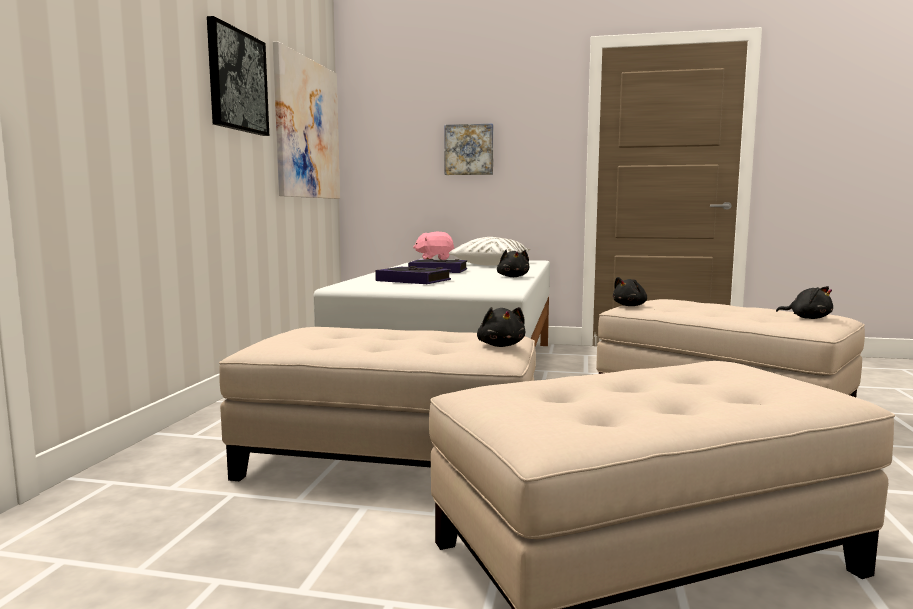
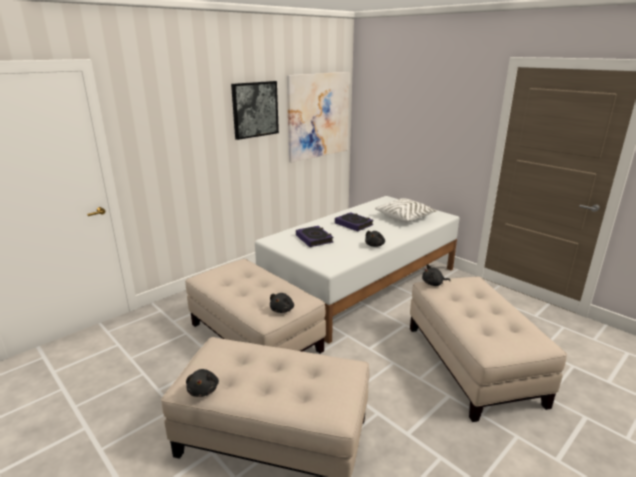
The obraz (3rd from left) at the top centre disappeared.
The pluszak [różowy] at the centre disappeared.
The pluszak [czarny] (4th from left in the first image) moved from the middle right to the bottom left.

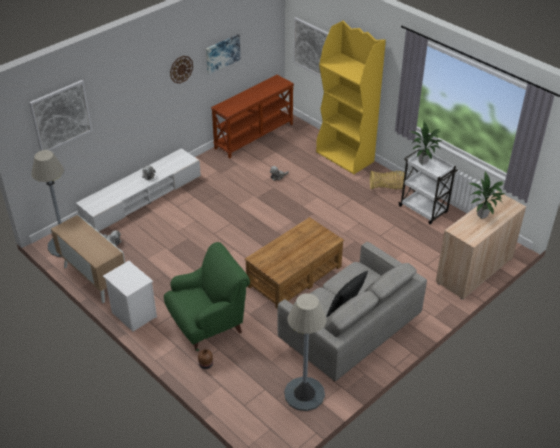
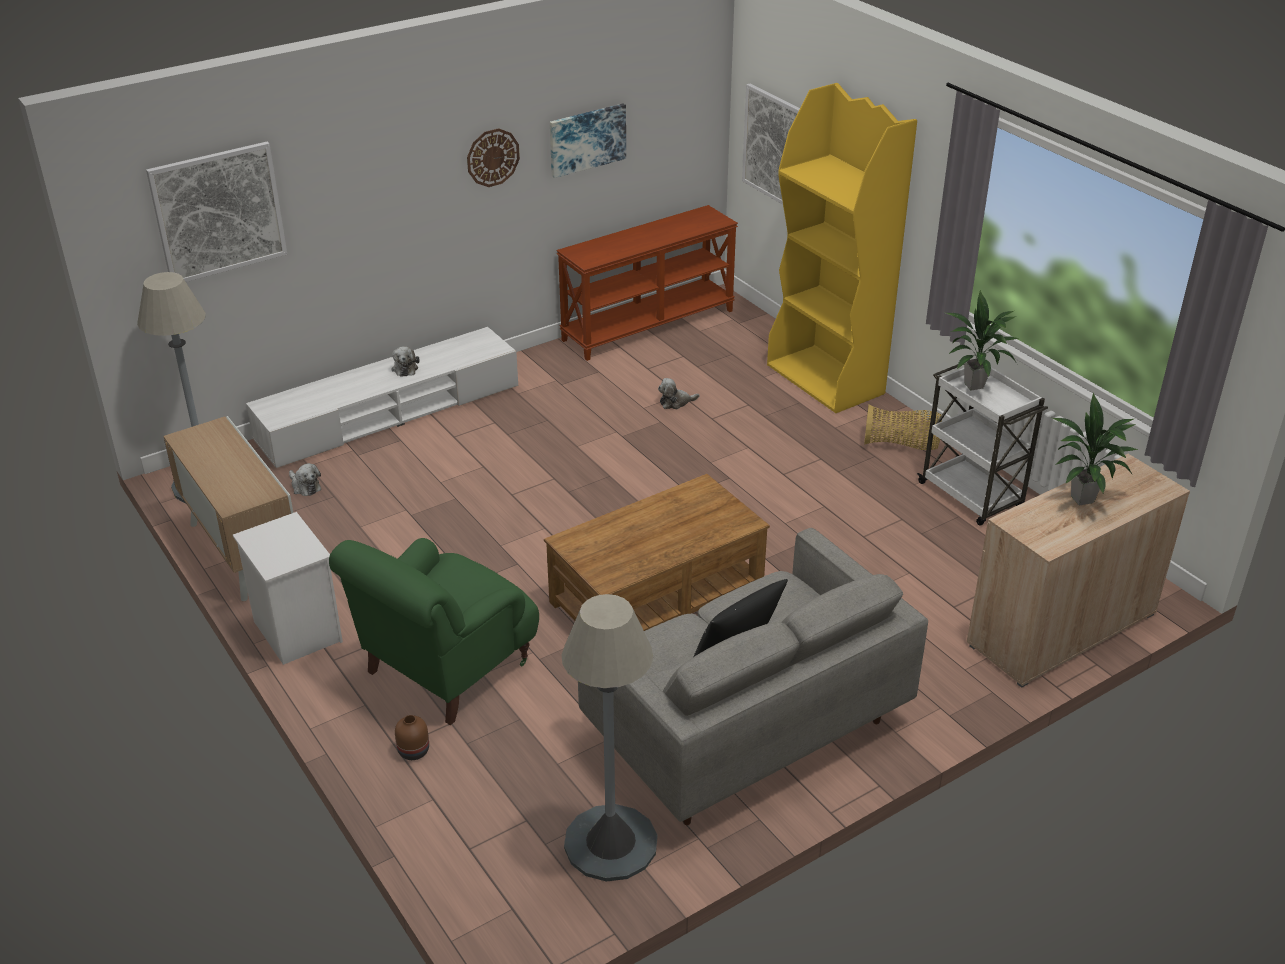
The fotel [zielony] at the centre turned 150 degrees clockwise.

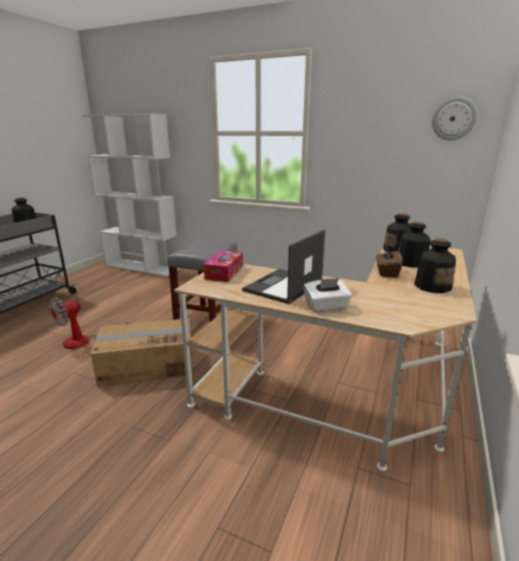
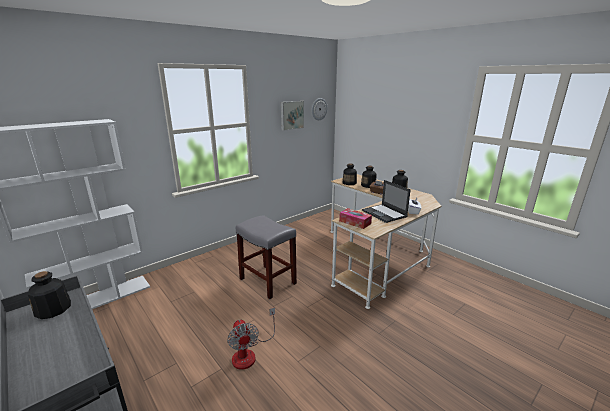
The karton at the middle left disappeared.
The obraz at the top centre appeared.

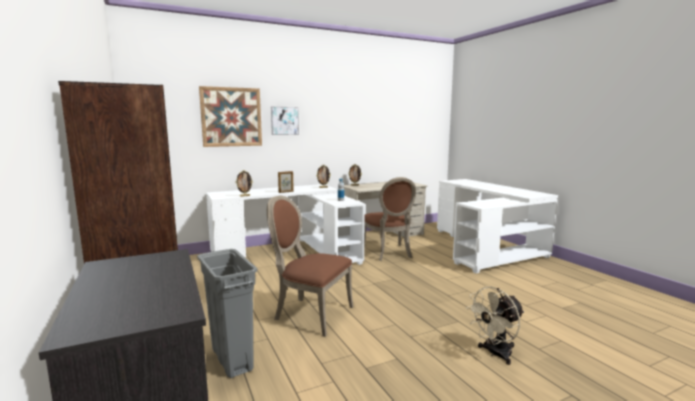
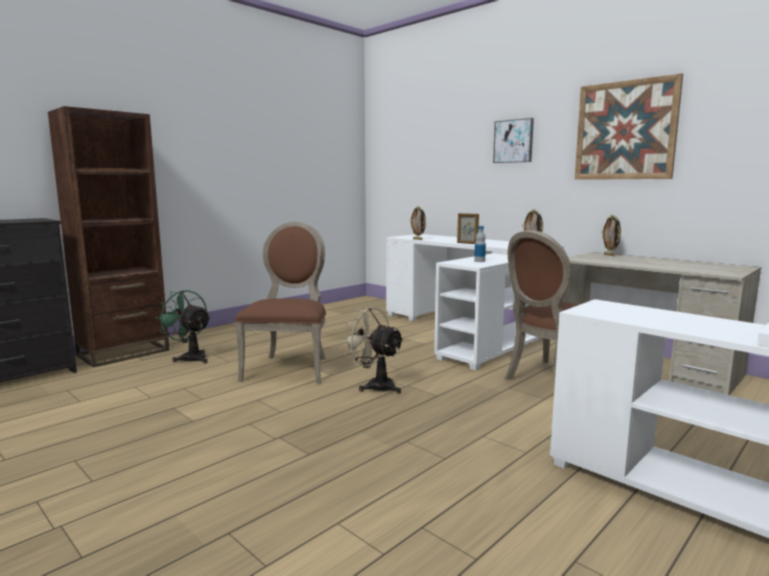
The obraz (1st from left in the first image) moved from the top left to the top right.
The kosz na śmieci [szary] at the bottom left was replaced by the wentylator [zielony] at the middle left.
The wentylator [beżowy] moved from the bottom right to the centre.

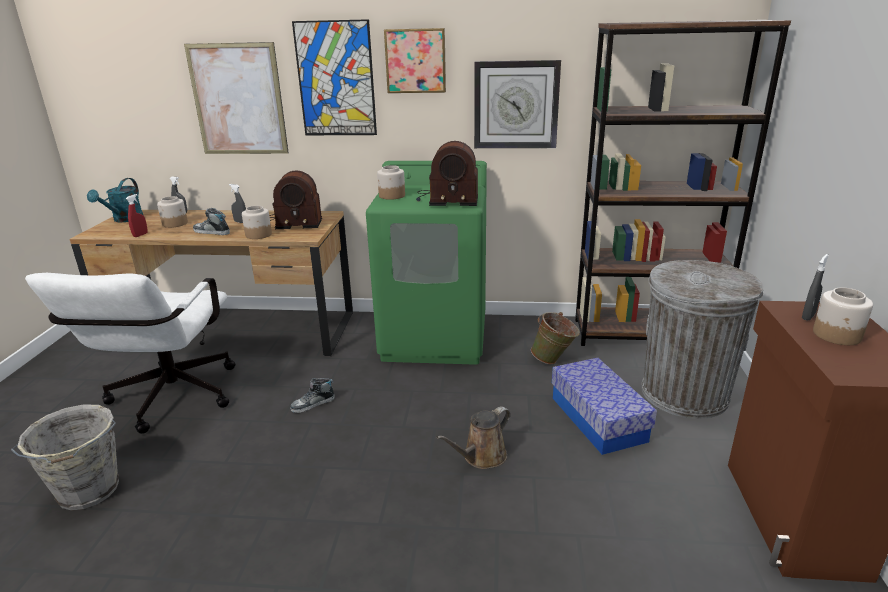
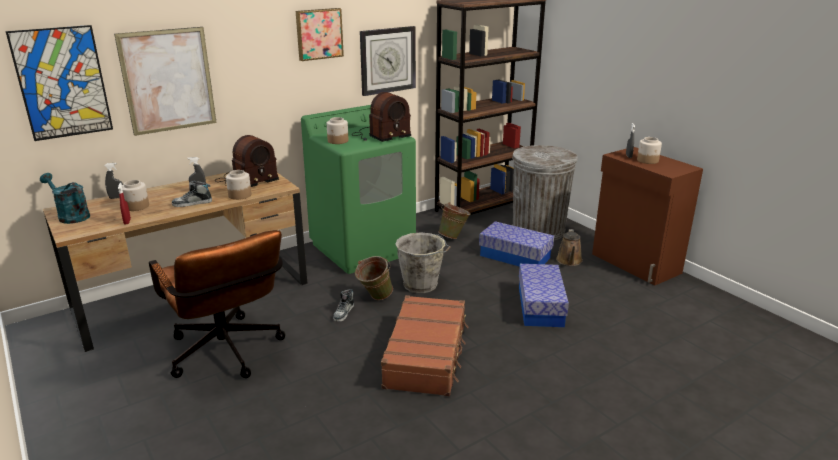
The obraz (2nd from left in the first image) moved from the top centre to the top left.
The konewka [turkusowy] at the middle left turned 150 degrees clockwise.
The krzesło biurowe [biały] at the middle left became the krzesło biurowe [brązowy] at the middle left.
The wiadro [szary] moved from the bottom left to the centre.
The konewka [brązowy] moved from the bottom centre to the middle right.
The wiadro [zielony] (1st from left) at the centre appeared.
The pojemnik do przechowywania (2nd from left) at the centre appeared.
The walizka [brązowy] at the bottom centre appeared.

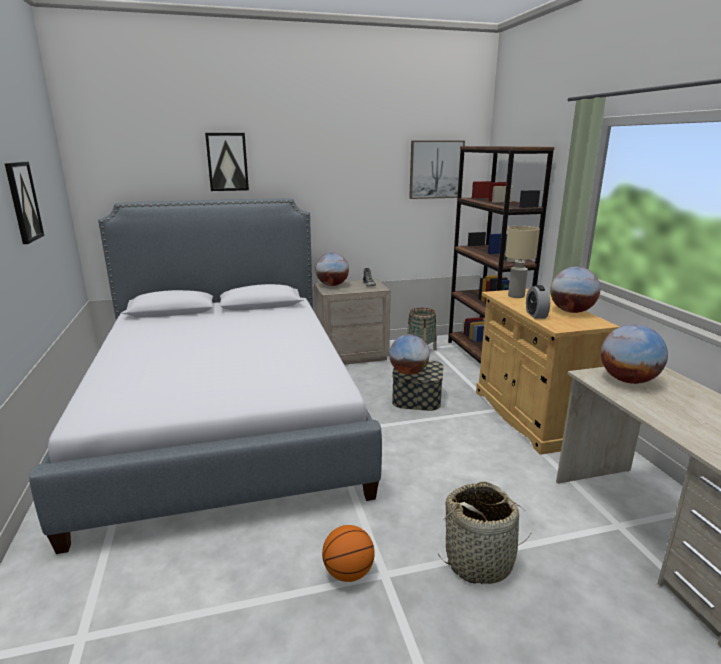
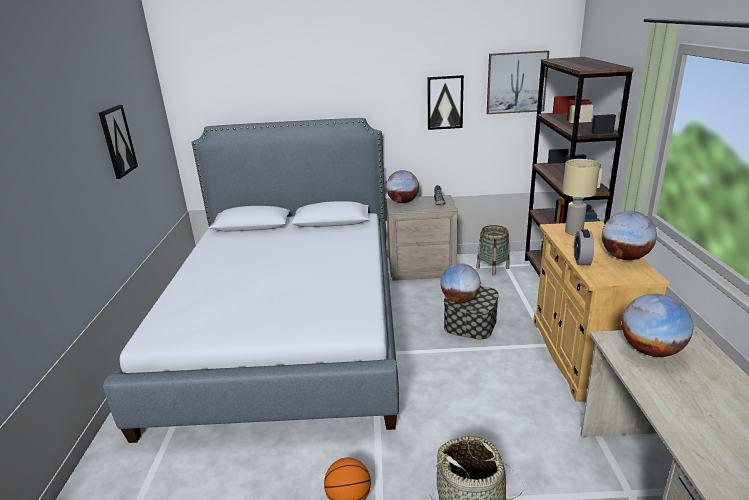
The obraz (2nd from left) moved from the top left to the top centre.

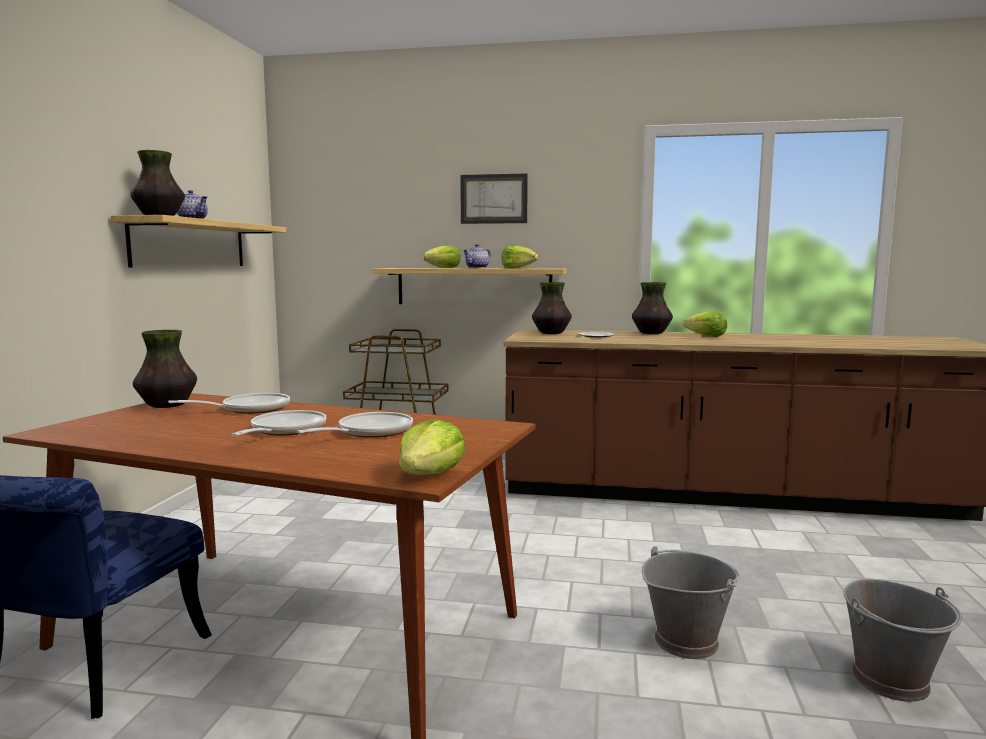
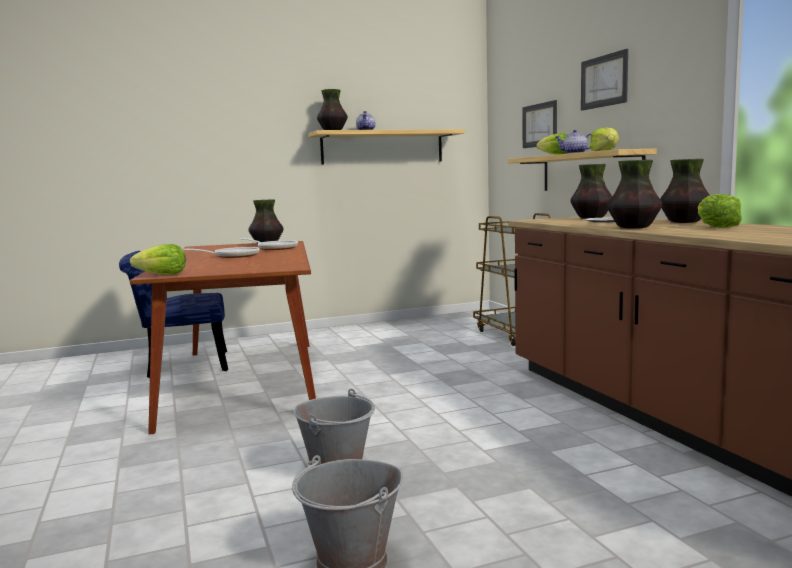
The patelnia (3rd from left) at the centre disappeared.
The obraz (1st from left) at the top right appeared.
The wazon (4th from left) at the middle right appeared.

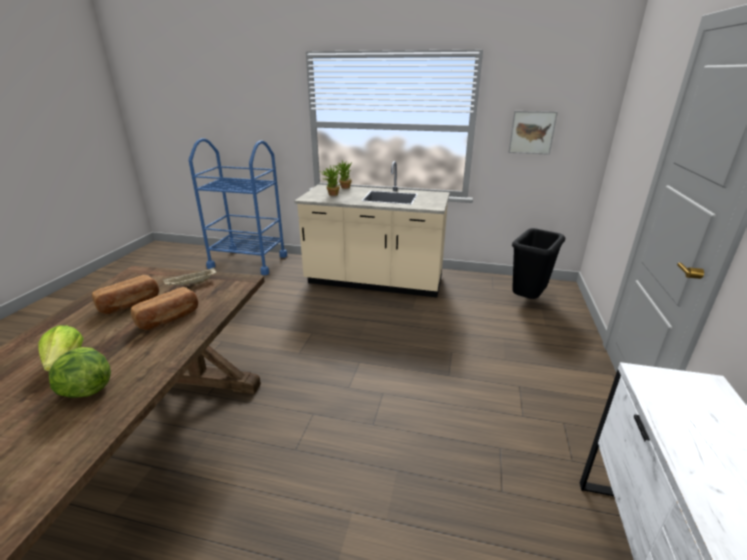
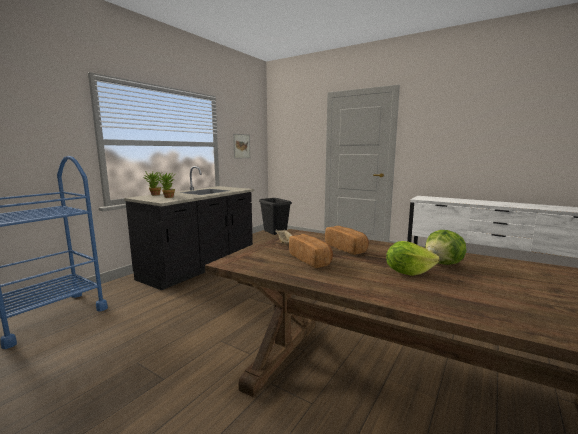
The zabudowa kuchenna [beżowy] at the centre became the zabudowa kuchenna [czarny] at the middle left.

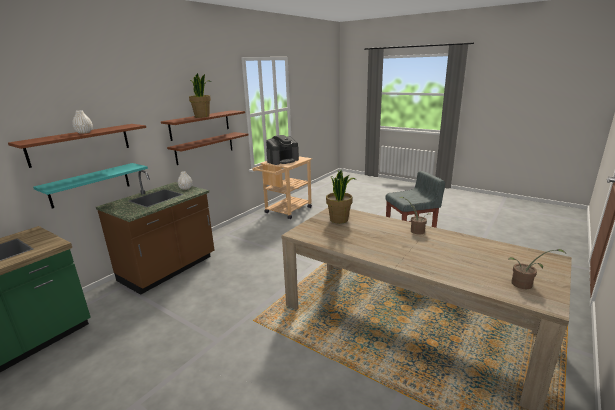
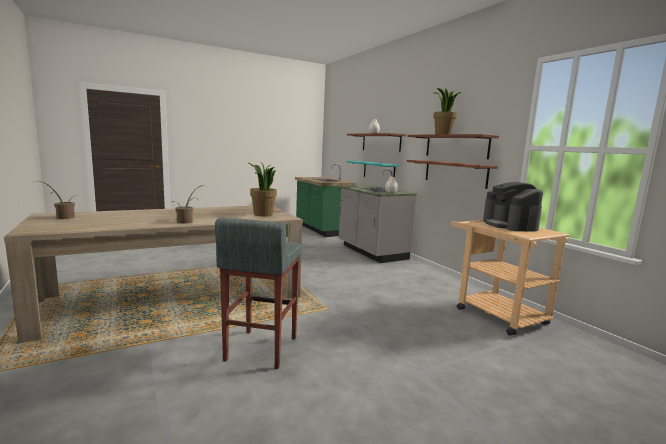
The zabudowa kuchenna [brązowy] at the middle left became the zabudowa kuchenna [szary] at the centre.

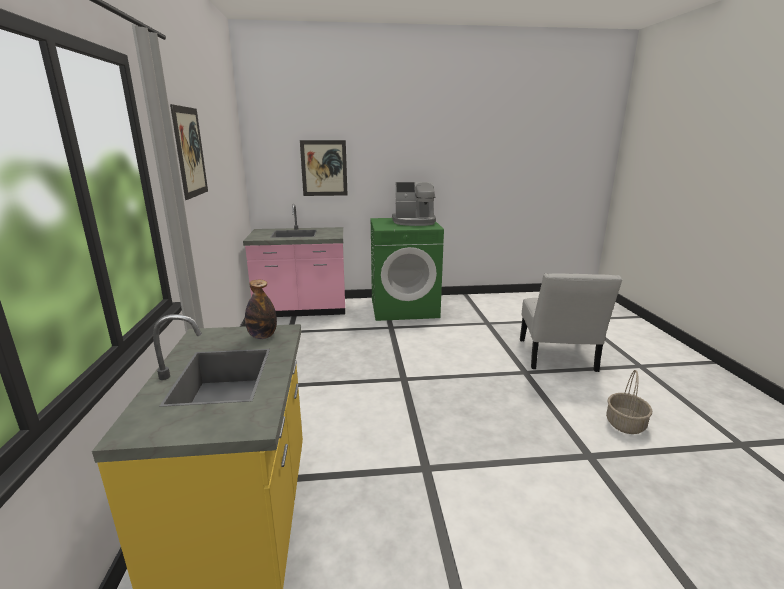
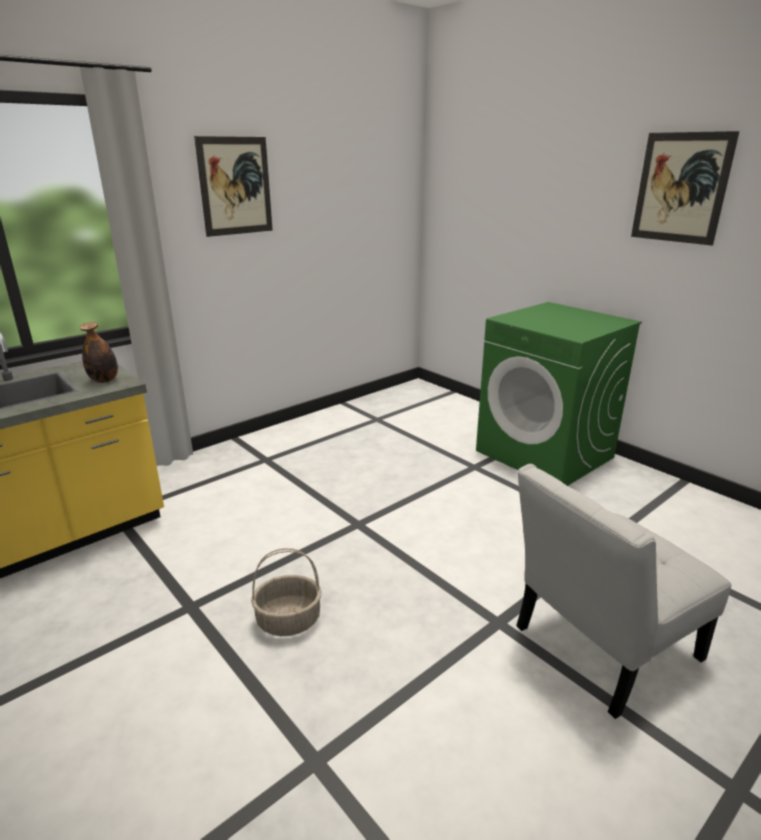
The obraz (2nd from left) moved from the top centre to the top right.
The ekspres do kawy at the centre disappeared.
The zabudowa kuchenna [różowy] at the centre disappeared.
The koszyk moved from the bottom right to the bottom centre.

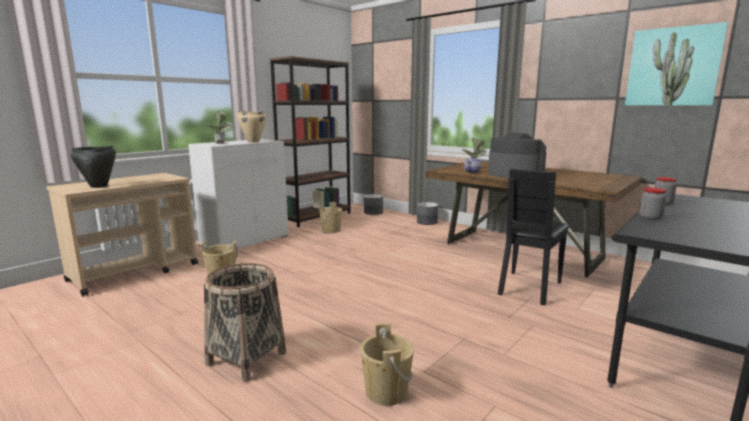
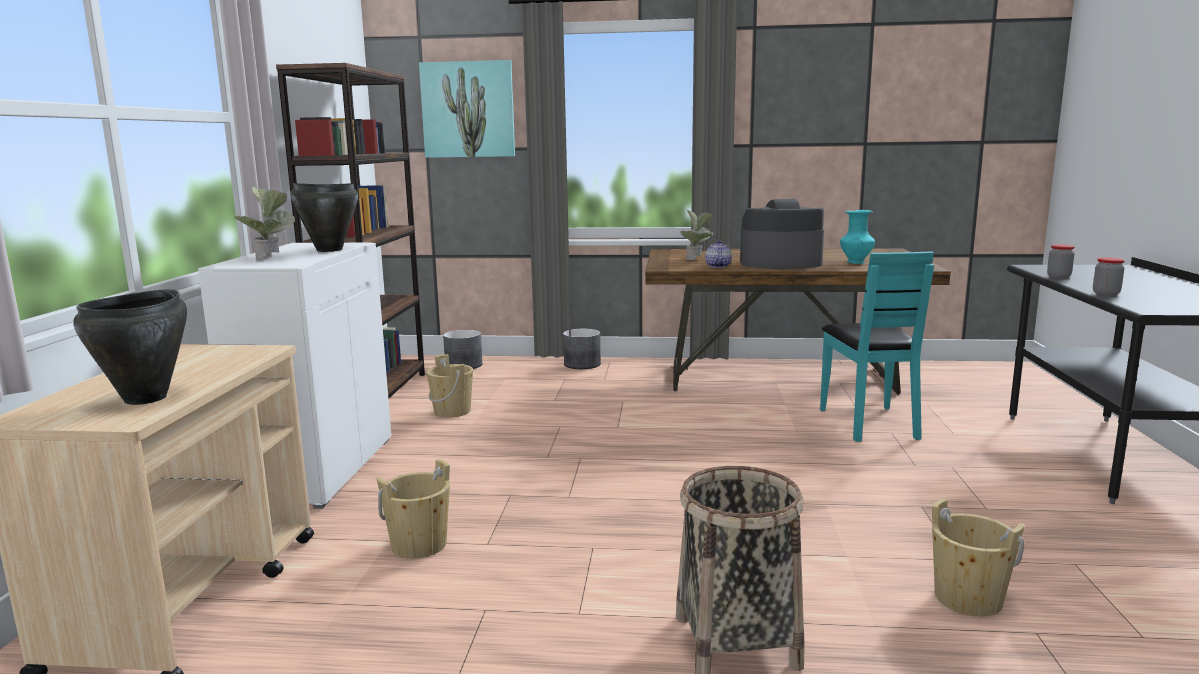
The obraz moved from the top right to the top centre.
The garnek [beżowy] at the top centre became the garnek [czarny] (2nd from left) at the top left.
The krzesło [czarny] at the middle right became the krzesło [turkusowy] at the middle right.
The wazon [turkusowy] at the middle right appeared.

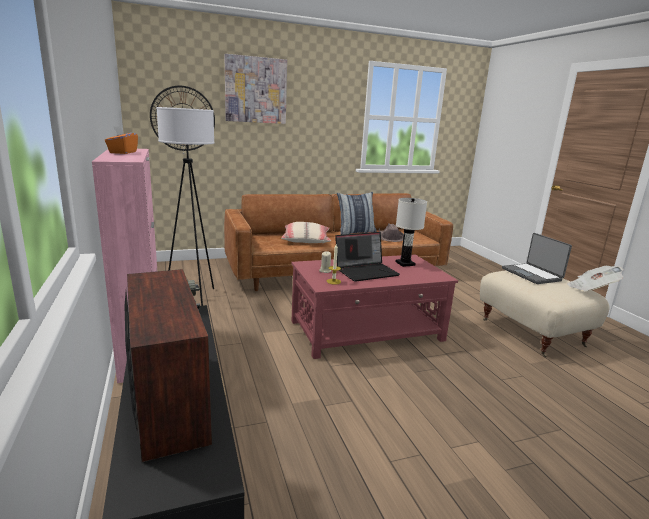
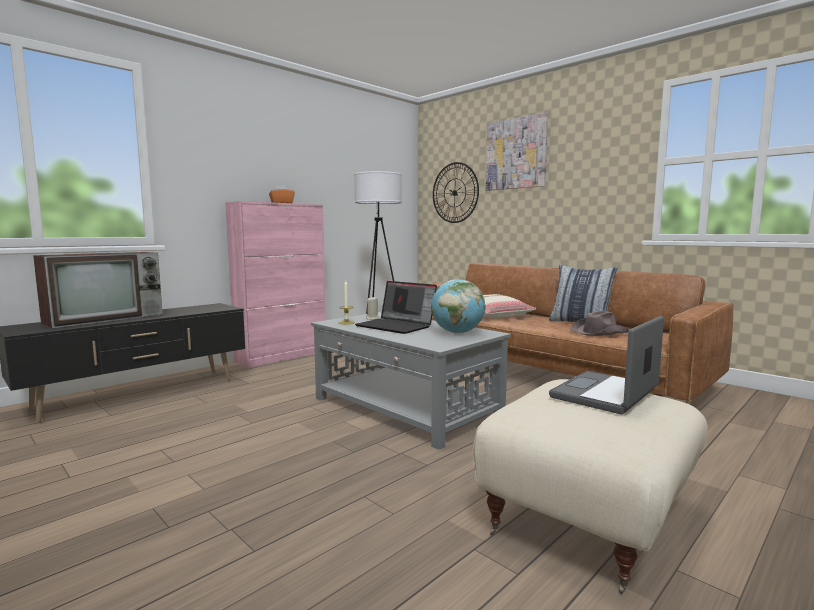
The lampa stołowa [biały] at the centre was replaced by the globus at the centre.
The ława [czerwony] at the centre became the ława [szary] at the centre.
The gazeta at the middle right disappeared.

